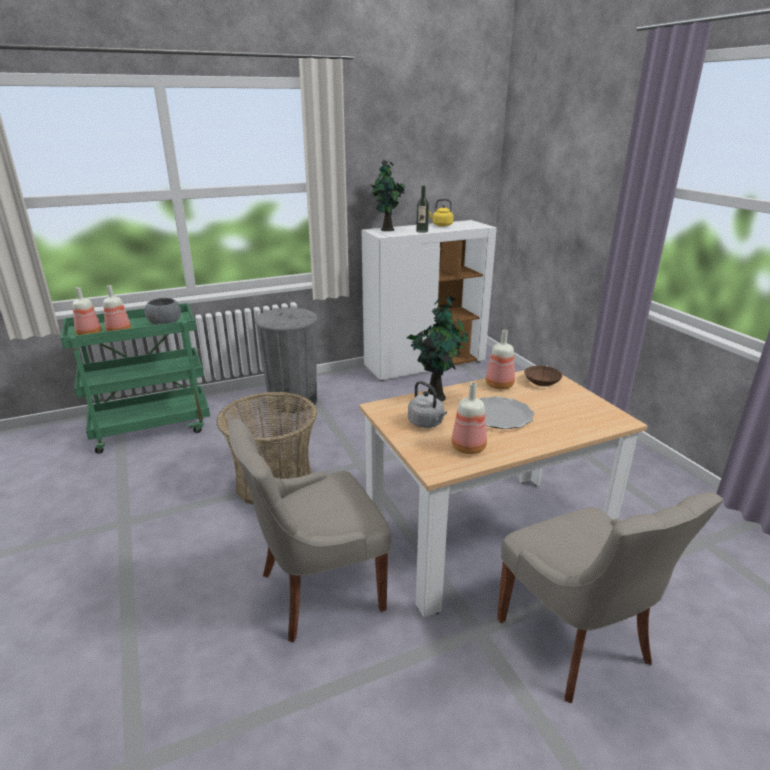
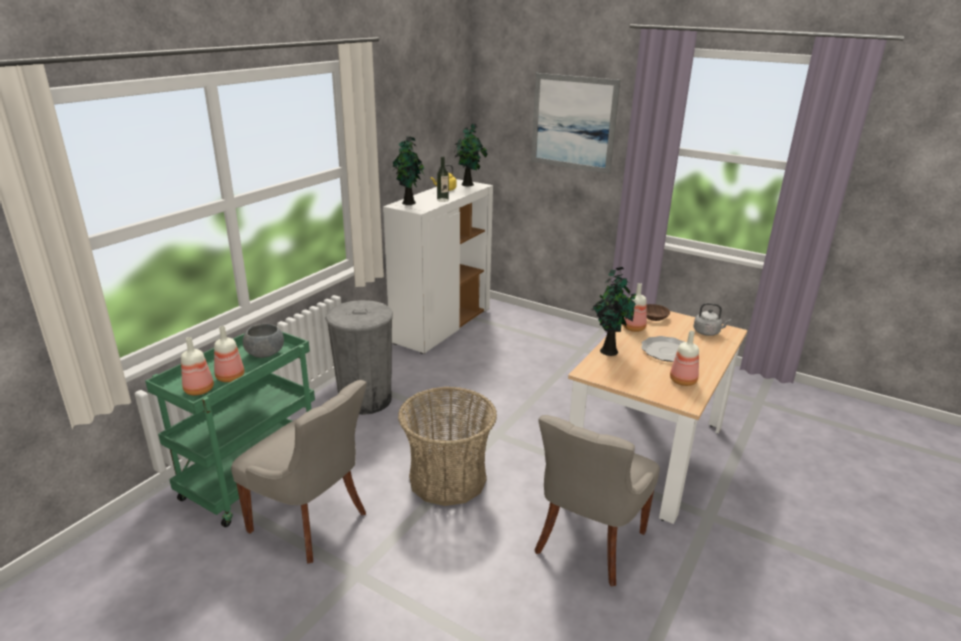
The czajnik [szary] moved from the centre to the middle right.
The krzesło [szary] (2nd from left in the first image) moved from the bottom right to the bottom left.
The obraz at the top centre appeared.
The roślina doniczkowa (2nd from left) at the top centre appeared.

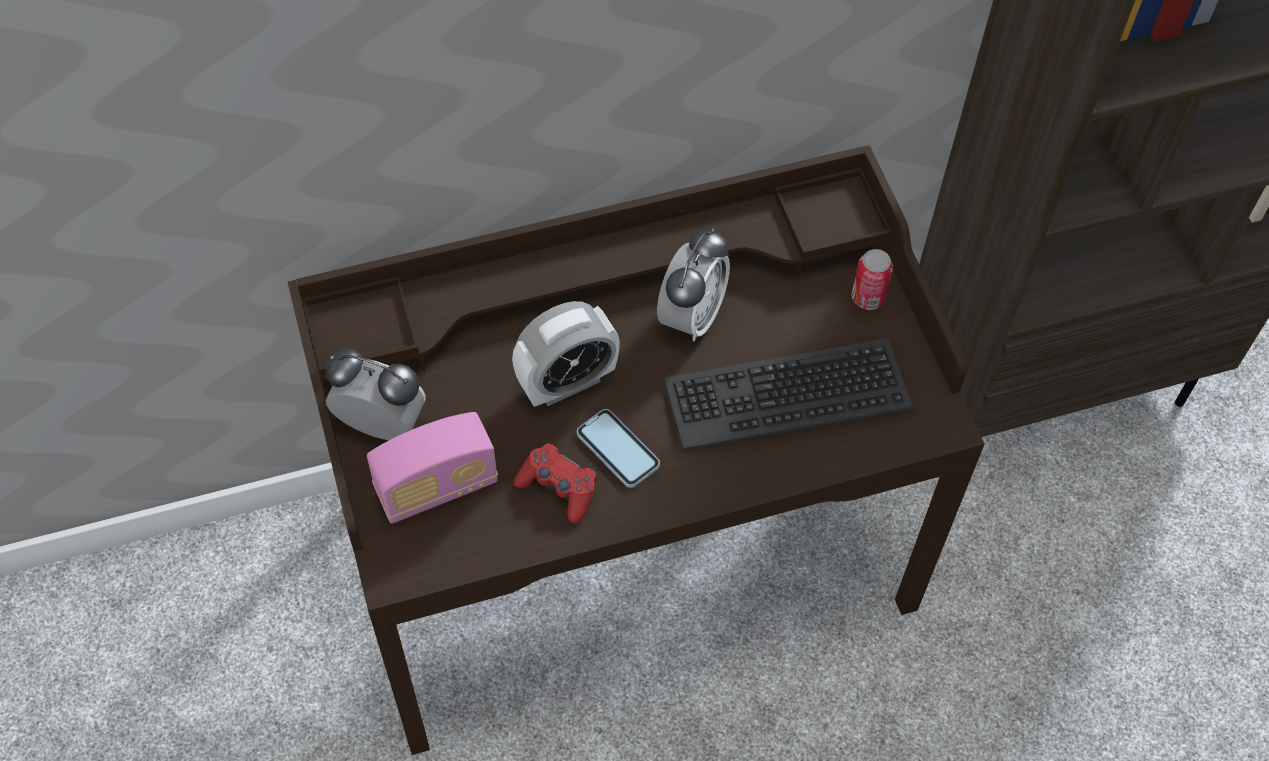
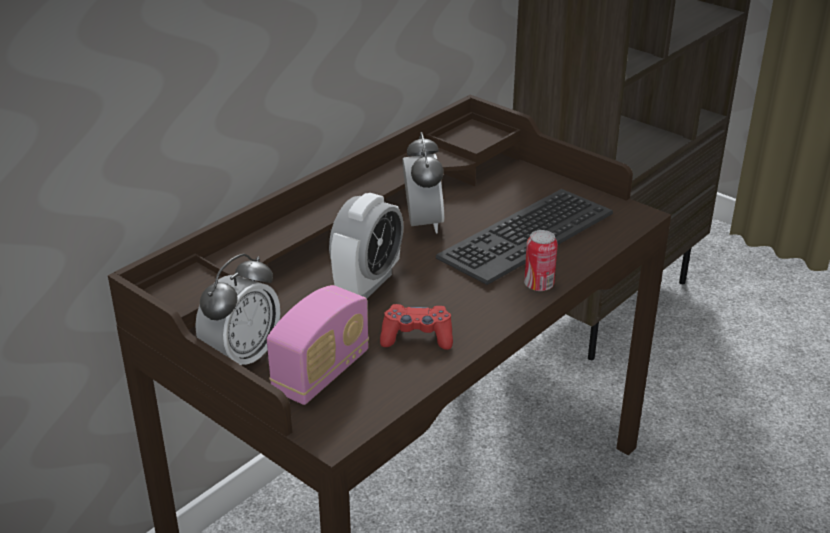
The puszka moved from the middle right to the centre.
The budzik (1st from left) at the middle left turned 135 degrees clockwise.
The telefon at the centre disappeared.

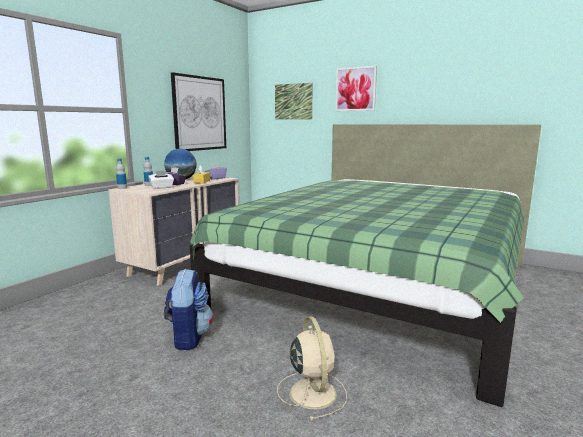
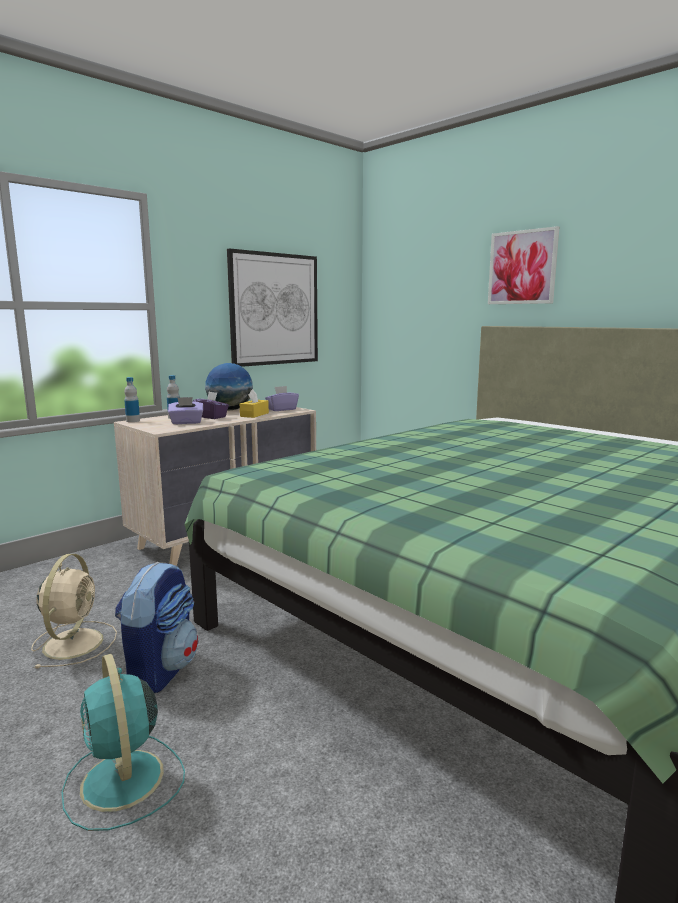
The obraz (2nd from left) at the top centre disappeared.
The pudełko chusteczek [biały] at the middle left became the pudełko chusteczek [fioletowy] (1st from left) at the middle left.
The wentylator [beżowy] moved from the bottom centre to the bottom left.
The wentylator [turkusowy] at the bottom left appeared.

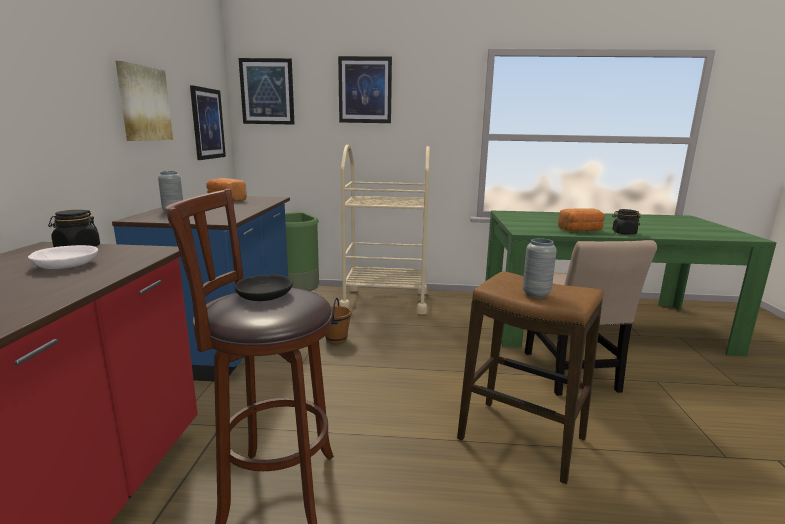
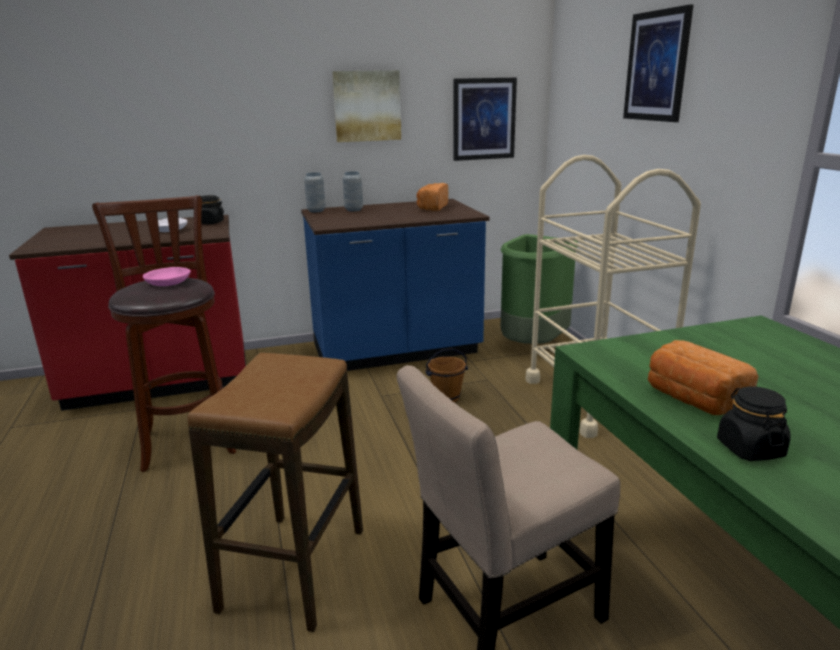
The obraz (3rd from left) at the top centre disappeared.
The wazon [szary] (2nd from left in the first image) moved from the middle right to the top centre.
The miska [czarny] at the centre became the miska [różowy] at the middle left.

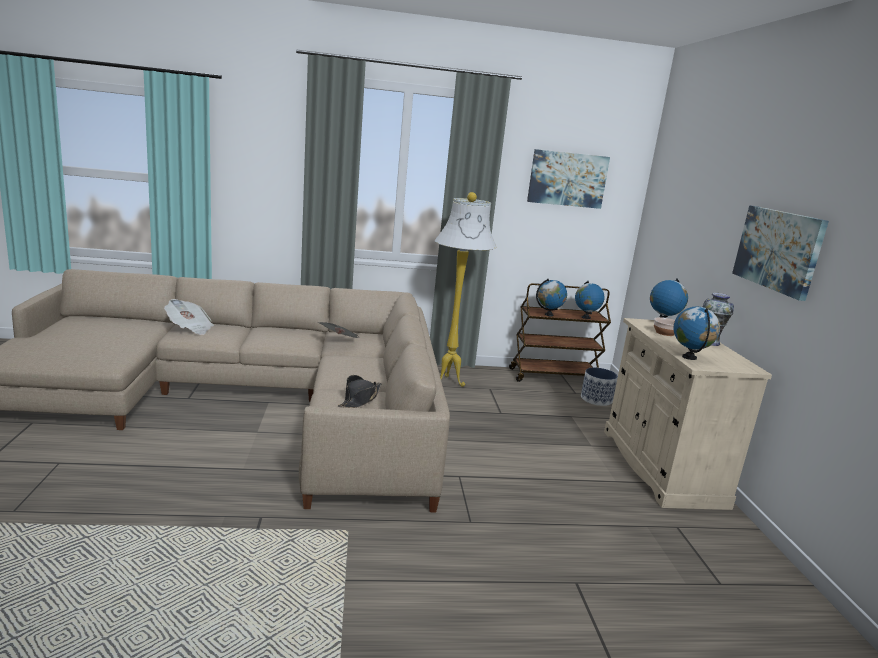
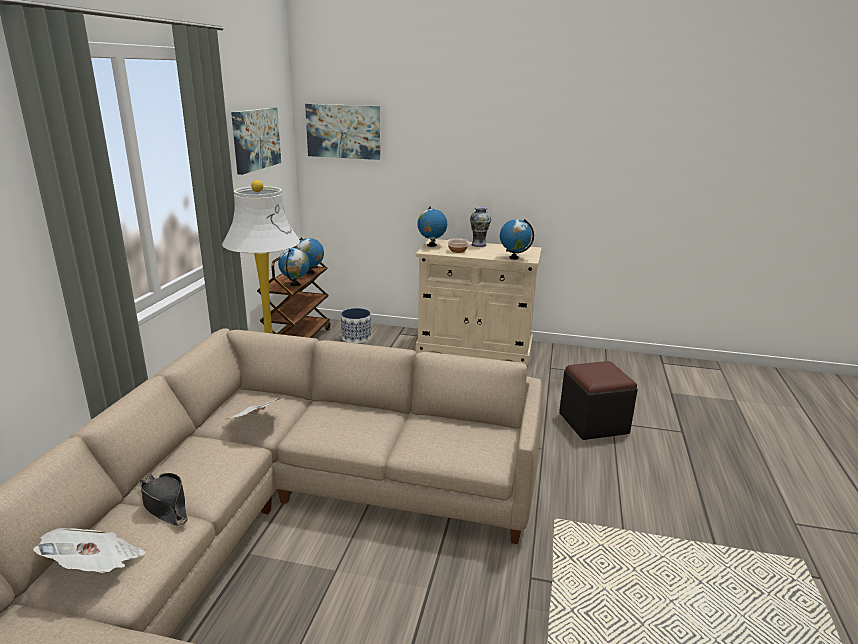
The obraz (2nd from left) moved from the middle right to the top centre.
The kapelusz [czarny] moved from the centre to the bottom left.
The pufa [czarny] at the middle right appeared.

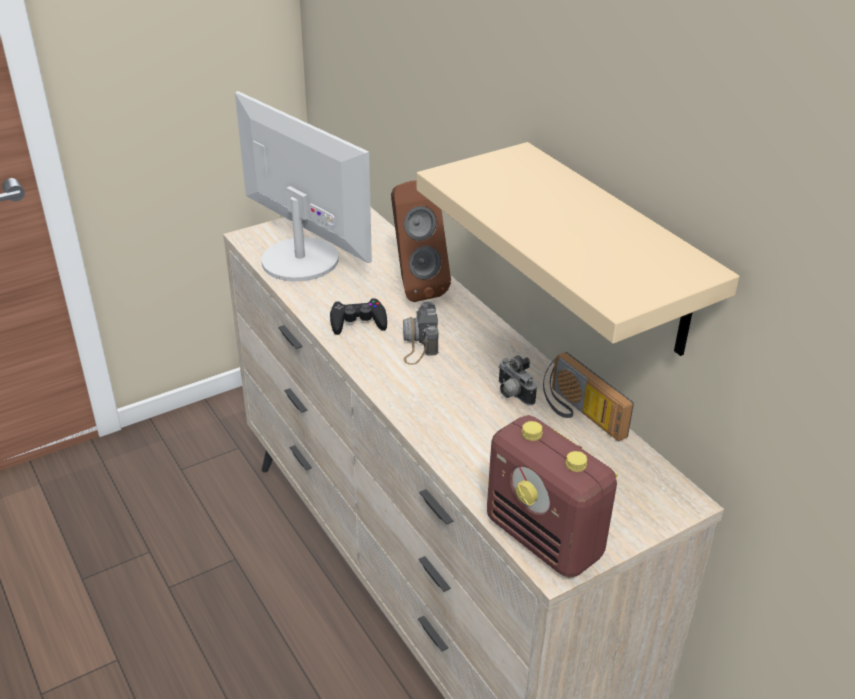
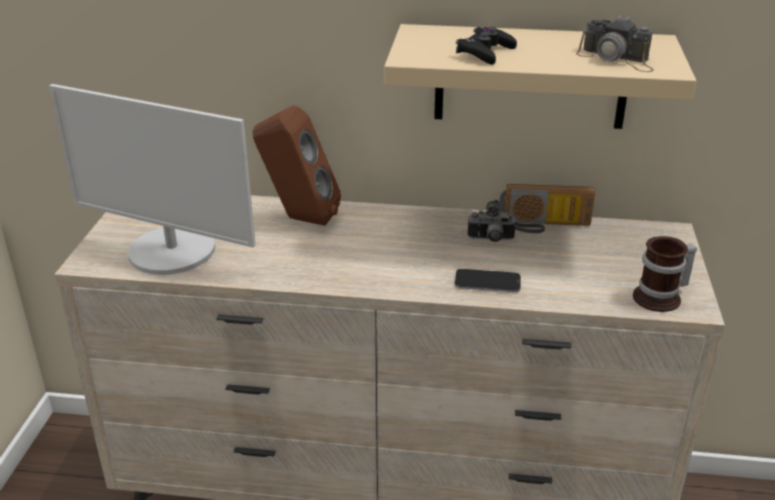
The monitor at the top centre turned 150 degrees counterclockwise.
The pad do gier [czarny] moved from the centre to the top centre.
The aparat fotograficzny (1st from left in the first image) moved from the centre to the top right.
The radio (1st from left) at the bottom centre was replaced by the kubek at the middle right.
The telefon at the centre appeared.

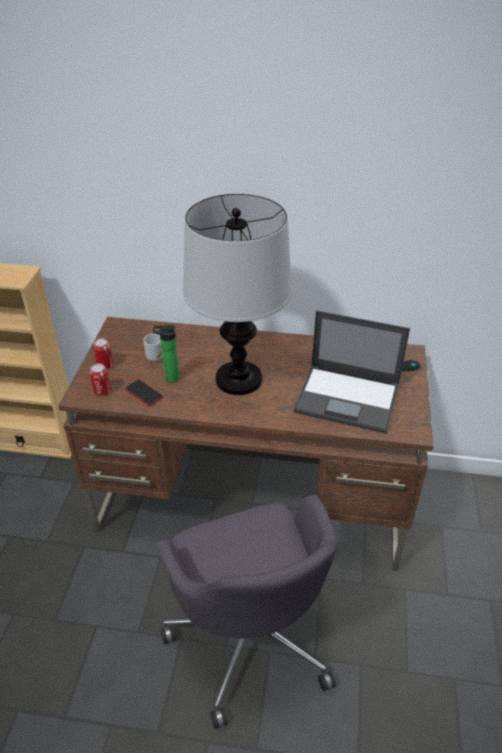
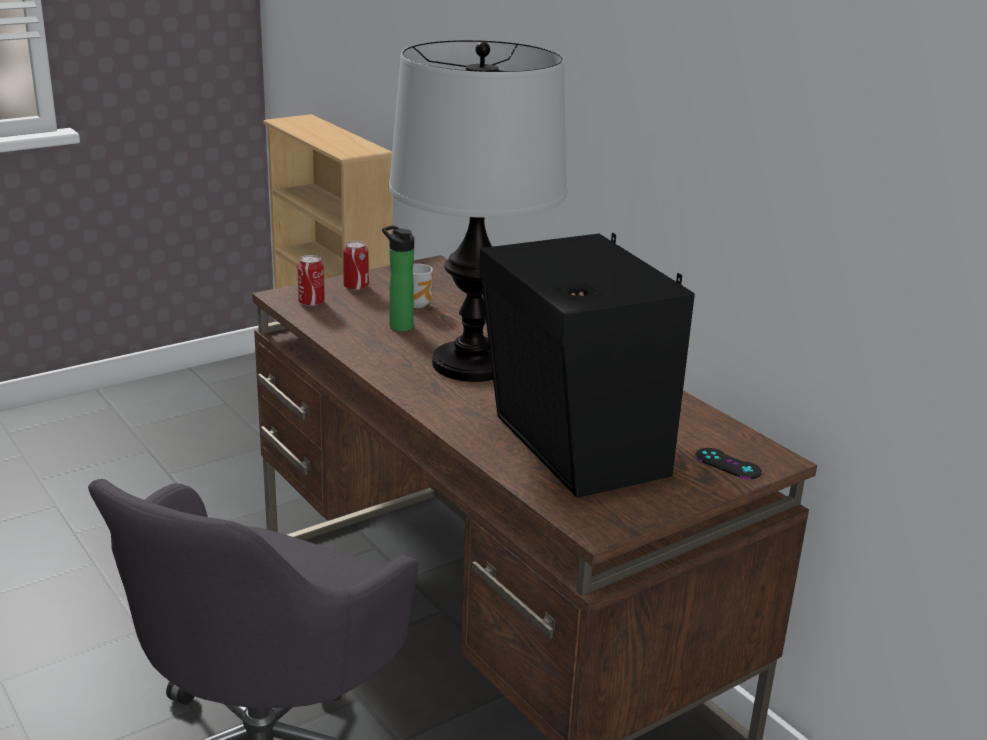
The laptop at the middle right was replaced by the głośnik [czarny] at the centre.
The telefon at the middle left disappeared.

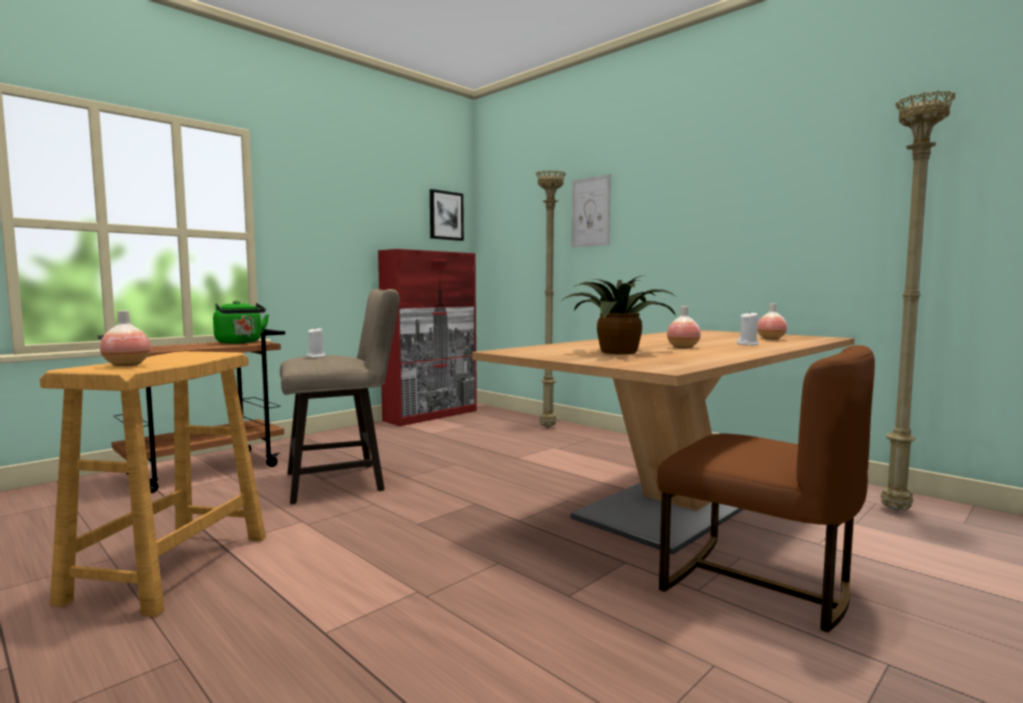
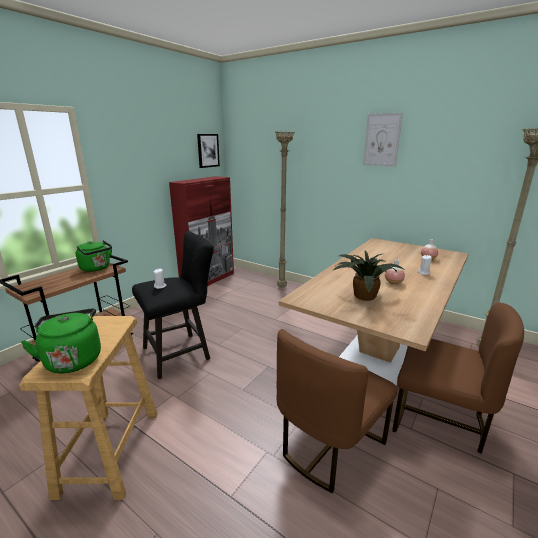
The obraz (2nd from left) moved from the top centre to the top right.
The stołek [beżowy] (2nd from left) at the middle left became the stołek [czarny] at the middle left.
The wazon (1st from left) at the middle left was replaced by the czajnik [zielony] (1st from left) at the middle left.
The krzesło [brązowy] (1st from left) at the bottom centre appeared.

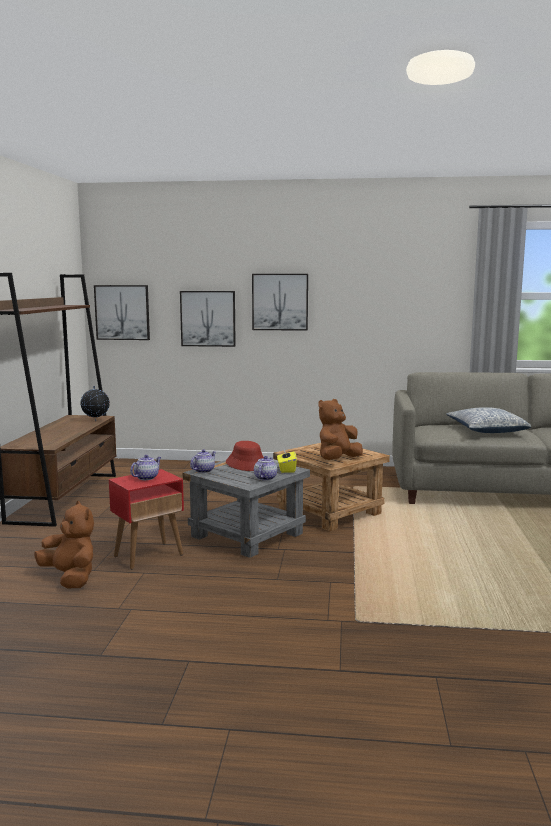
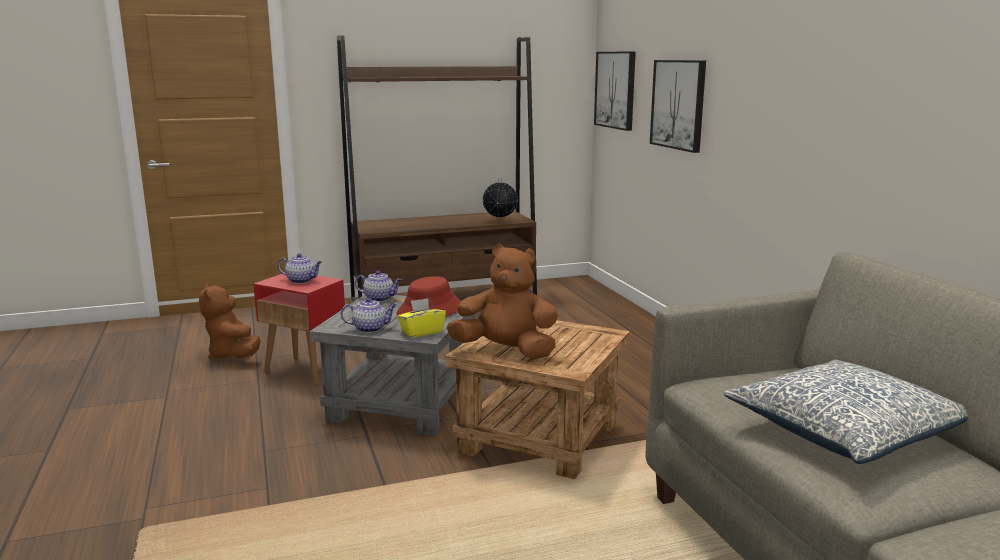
The obraz (3rd from left) at the centre disappeared.
The pluszak [brązowy] (1st from left) at the middle left turned 135 degrees clockwise.

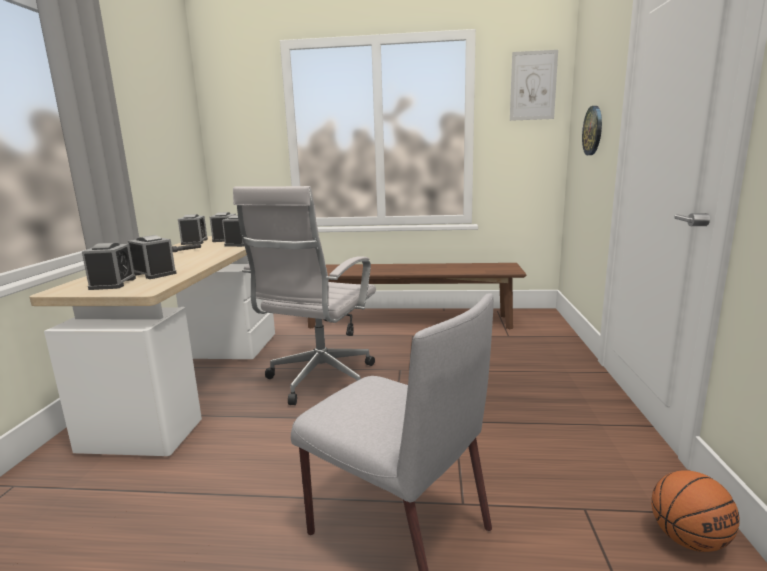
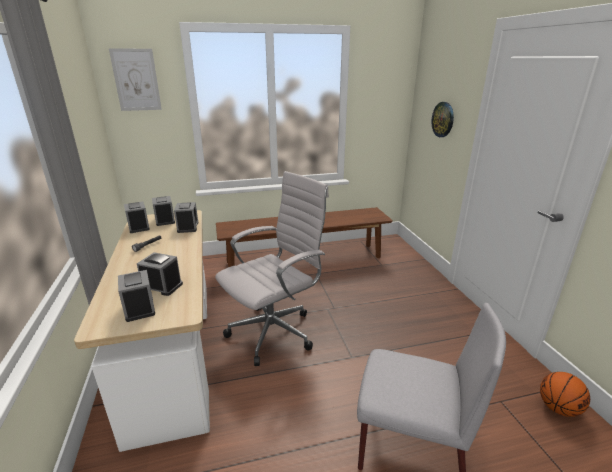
The obraz moved from the top right to the top left.
The krzesło biurowe [biały] at the centre turned 135 degrees counterclockwise.

